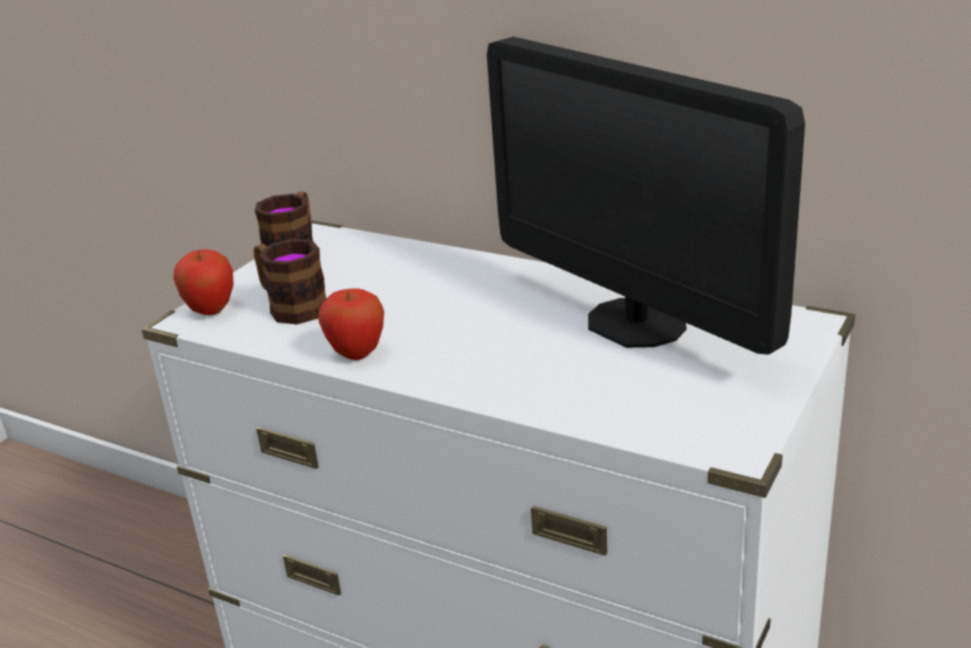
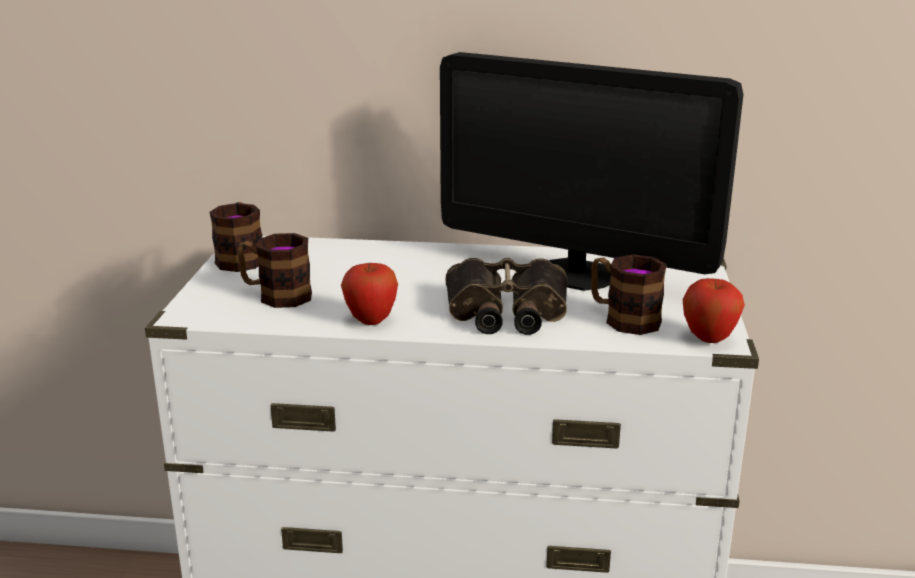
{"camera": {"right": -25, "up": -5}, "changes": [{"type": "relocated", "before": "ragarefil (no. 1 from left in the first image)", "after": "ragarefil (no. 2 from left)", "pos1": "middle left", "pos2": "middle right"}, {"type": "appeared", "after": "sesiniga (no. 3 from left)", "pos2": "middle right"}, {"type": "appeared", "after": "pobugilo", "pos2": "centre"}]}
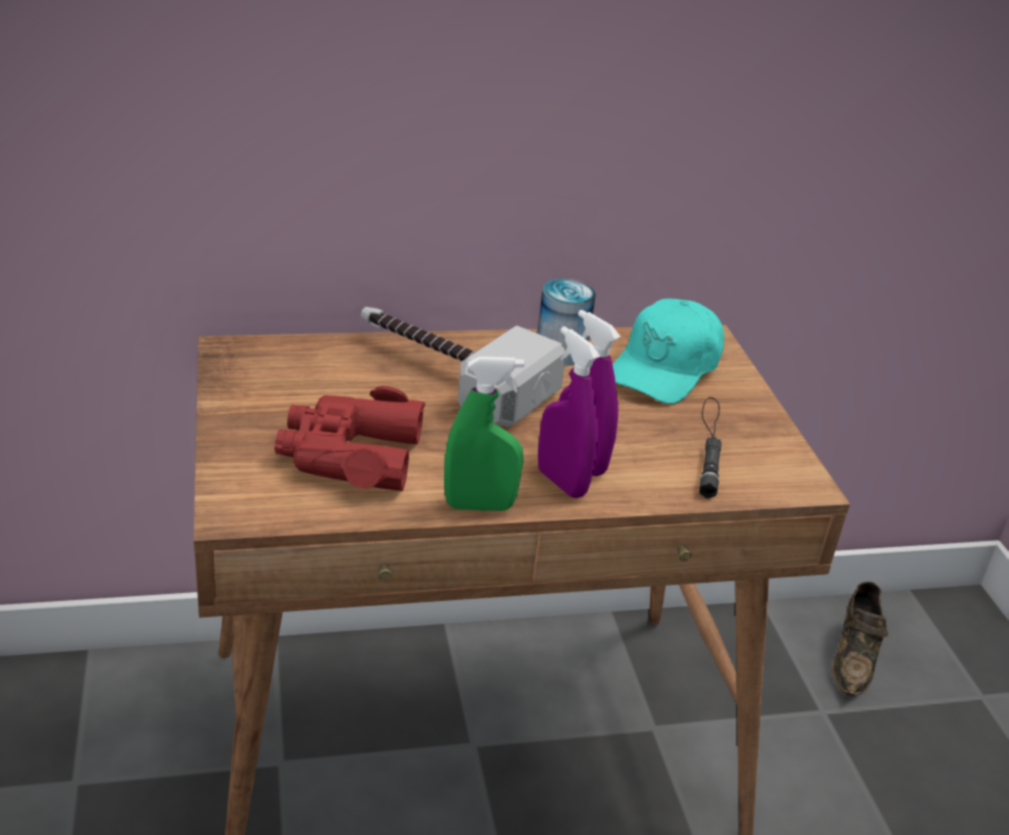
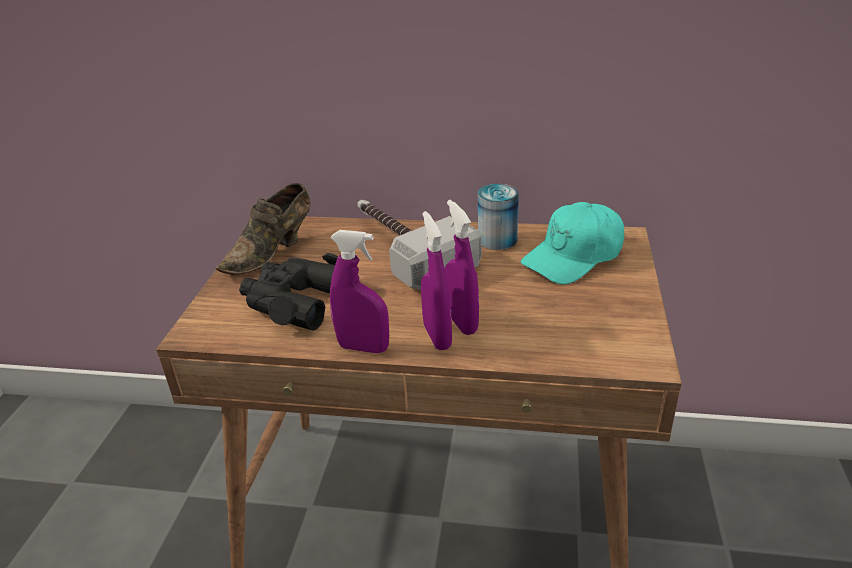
{"camera": {"right": 25, "up": 0}, "changes": [{"type": "colour", "before": "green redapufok", "after": "purple redapufok (no. 1 from left)", "pos1": "centre", "pos2": "centre"}, {"type": "colour", "before": "red pobugilo", "after": "black pobugilo", "pos1": "centre", "pos2": "centre"}, {"type": "missing", "before": "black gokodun", "pos1": "middle right"}, {"type": "relocated", "before": "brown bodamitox", "pos1": "bottom right", "pos2": "middle left"}]}
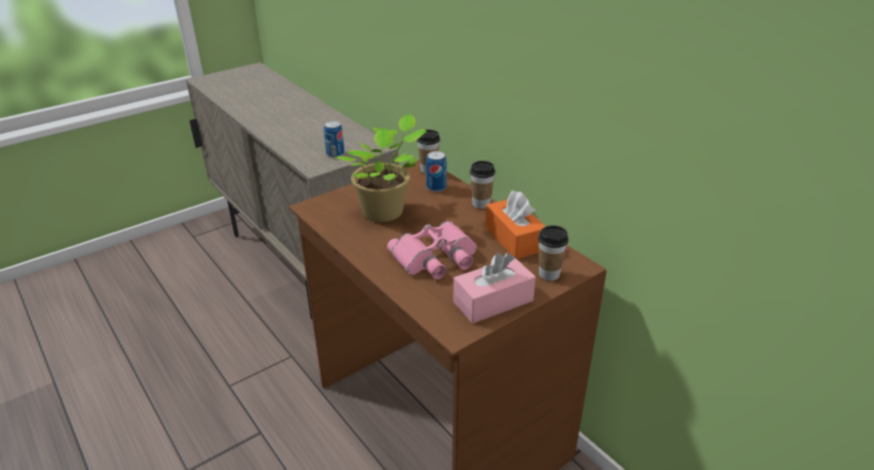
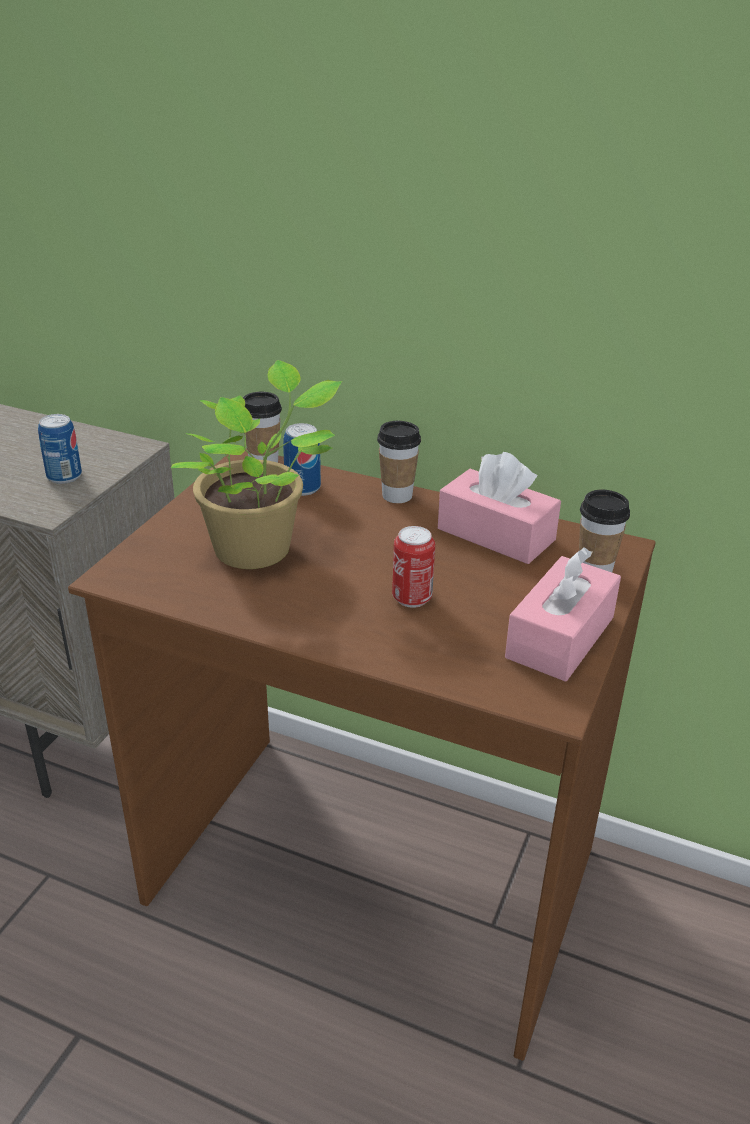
{"camera": {"right": -30, "up": 0}, "changes": [{"type": "colour", "before": "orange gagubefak", "after": "pink gagubefak (no. 1 from left)", "pos1": "centre", "pos2": "centre"}, {"type": "exchanged", "before": "pink pobugilo", "after": "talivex (no. 3 from left)", "pos1": "centre", "pos2": "centre"}]}
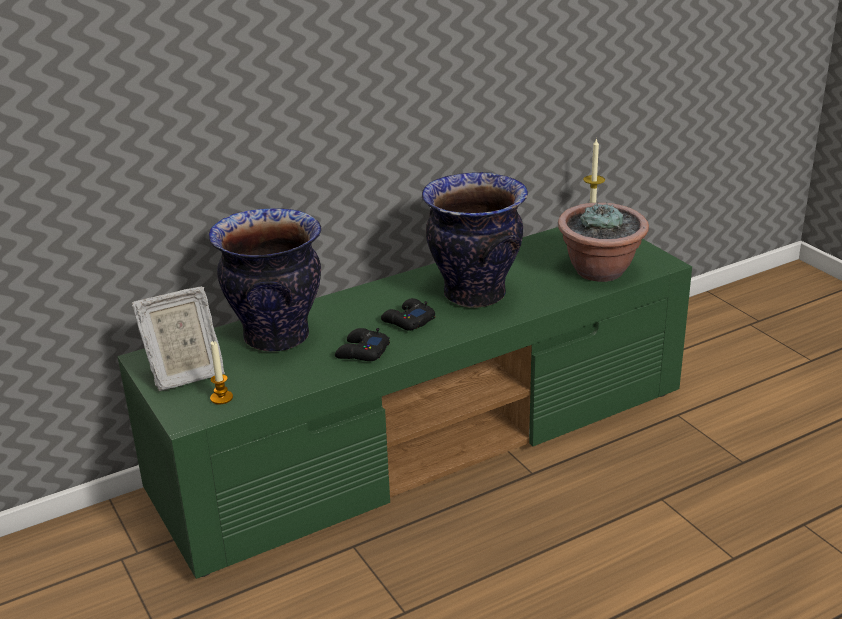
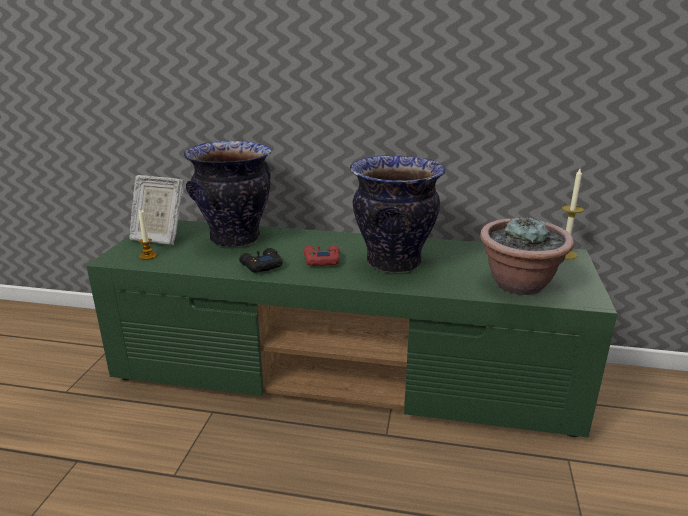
{"camera": {"right": 40, "up": -5}, "changes": [{"type": "colour", "before": "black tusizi (no. 2 from left)", "after": "red tusizi", "pos1": "centre", "pos2": "centre"}]}
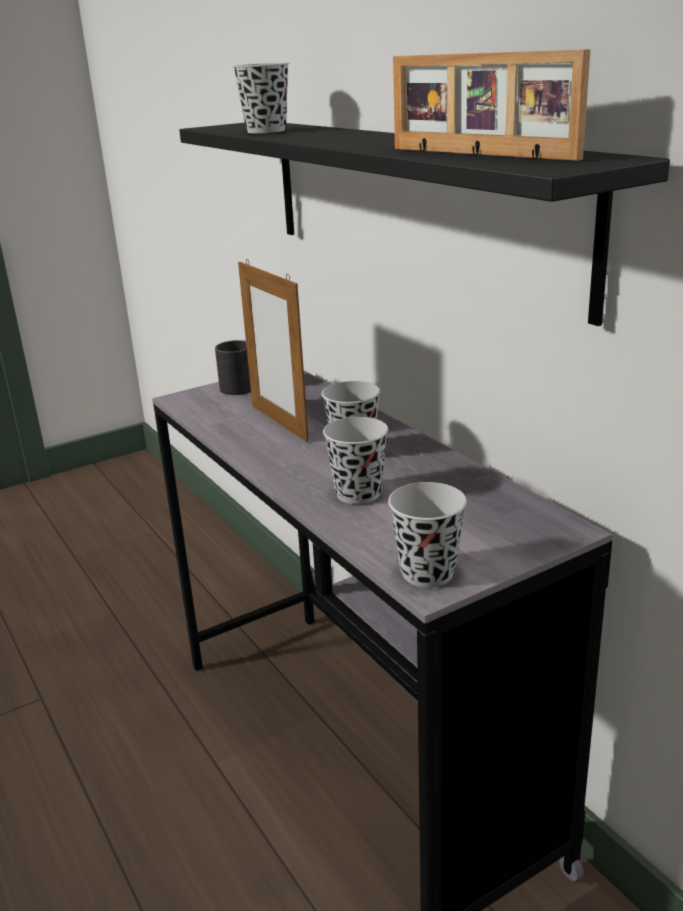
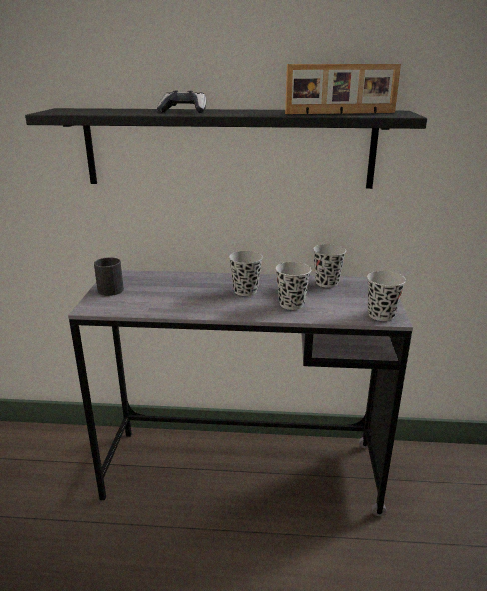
{"camera": {"right": -55, "up": 0}, "changes": [{"type": "relocated", "before": "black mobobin (no. 1 from left in the first image)", "after": "black mobobin (no. 3 from left)", "pos1": "top centre", "pos2": "middle right"}, {"type": "missing", "before": "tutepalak (no. 1 from left)", "pos1": "centre"}, {"type": "appeared", "after": "tusizi", "pos2": "top centre"}]}
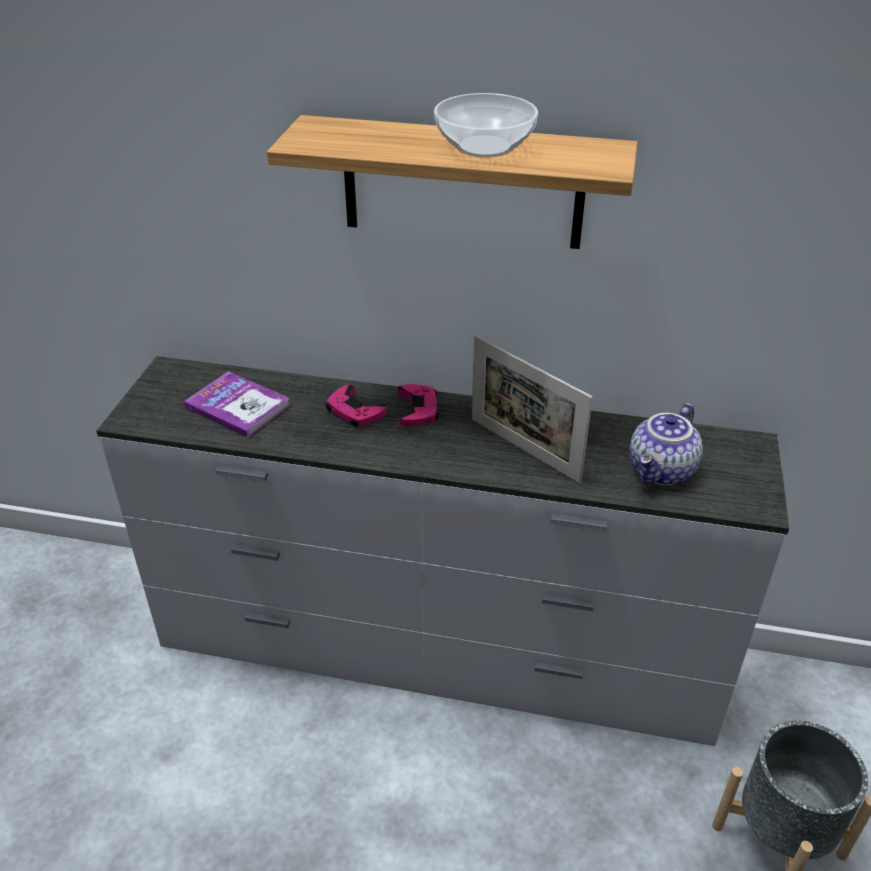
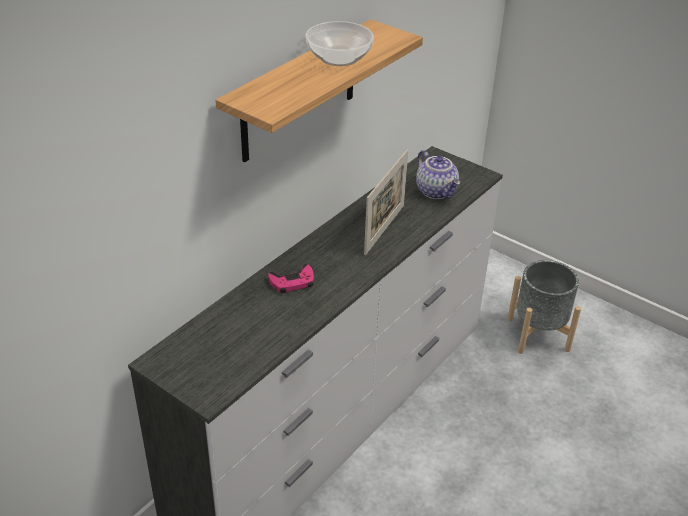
{"camera": {"right": -65, "up": 0}, "changes": [{"type": "spun", "before": "tutepalak", "pos1": "centre", "pos2": "centre", "turn": -45}, {"type": "missing", "before": "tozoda", "pos1": "middle left"}, {"type": "missing", "before": "pink tusizi (no. 2 from left)", "pos1": "centre"}]}
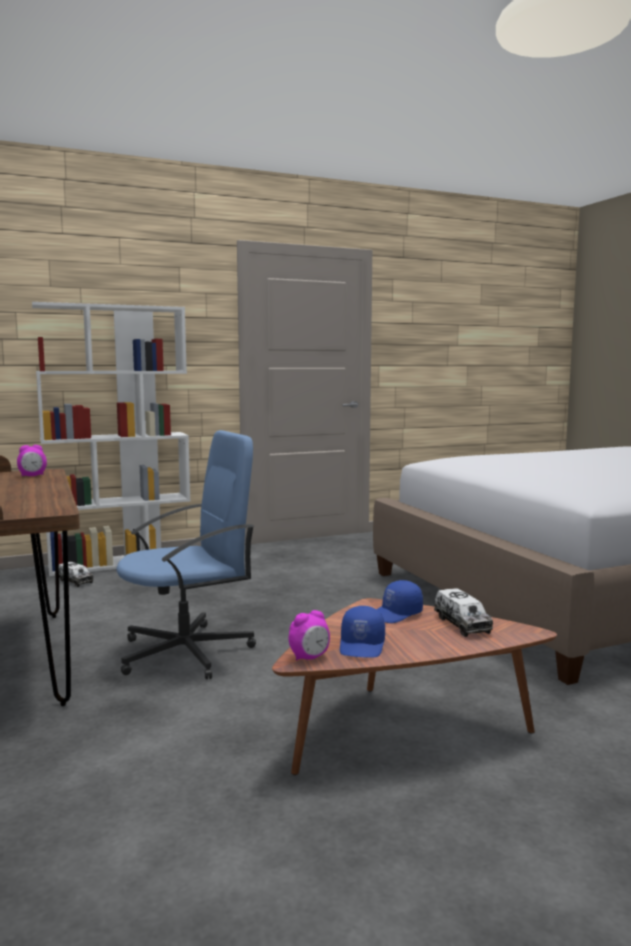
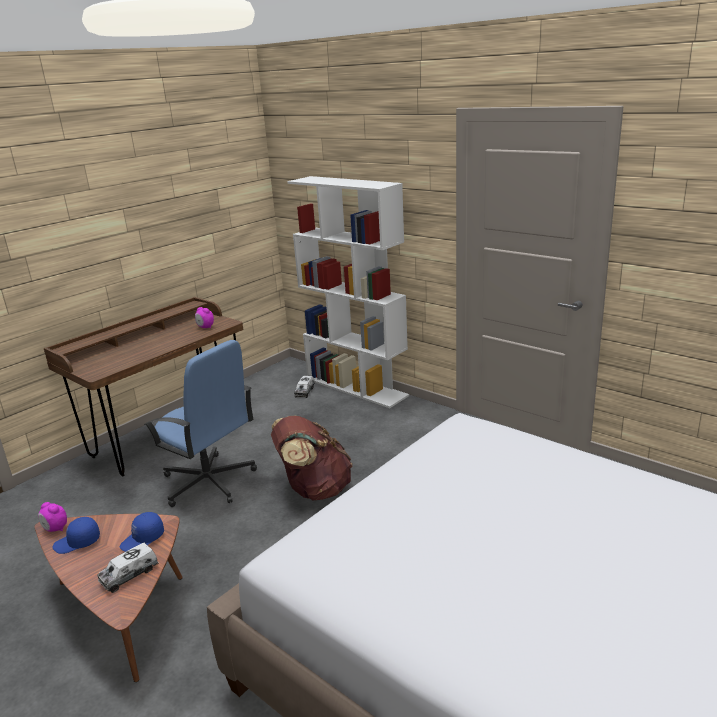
{"camera": {"right": 65, "up": 15}, "changes": [{"type": "spun", "before": "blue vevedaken (no. 2 from left)", "pos1": "centre", "pos2": "bottom left", "turn": -75}, {"type": "appeared", "after": "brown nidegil", "pos2": "centre"}]}
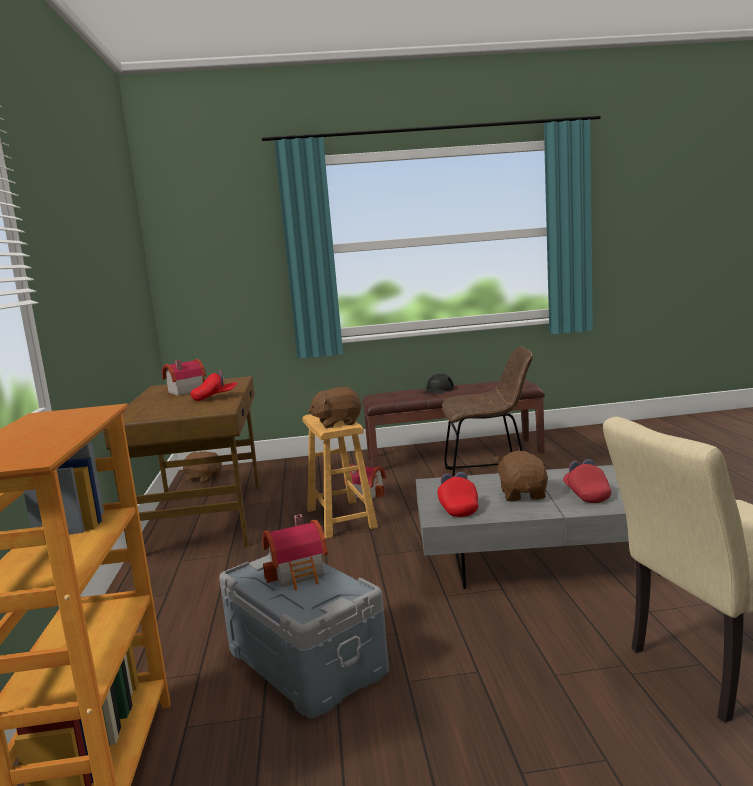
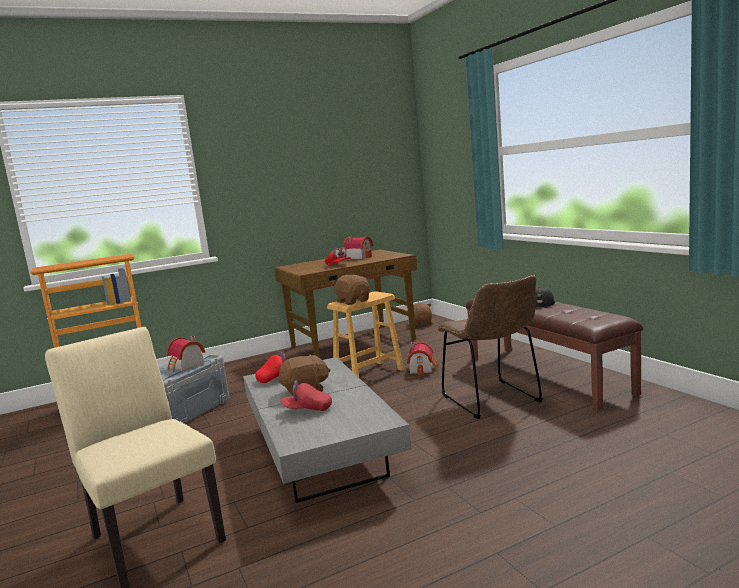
{"camera": {"right": 70, "up": 0}, "changes": [{"type": "spun", "before": "red vevedaken (no. 3 from left in the first image)", "pos1": "middle right", "pos2": "bottom centre", "turn": -150}]}
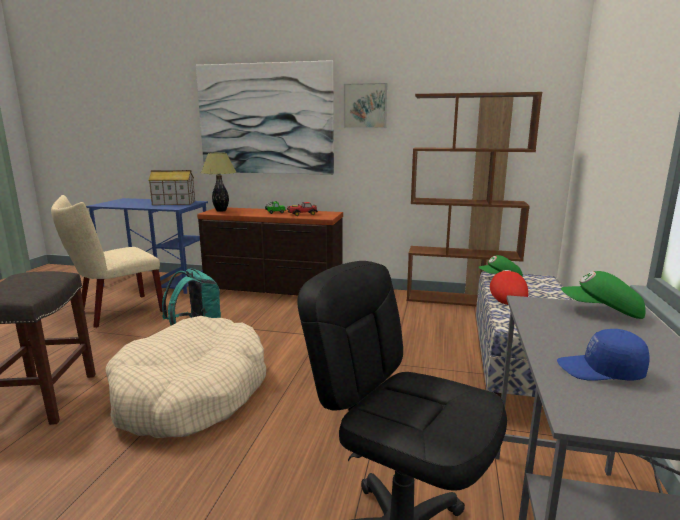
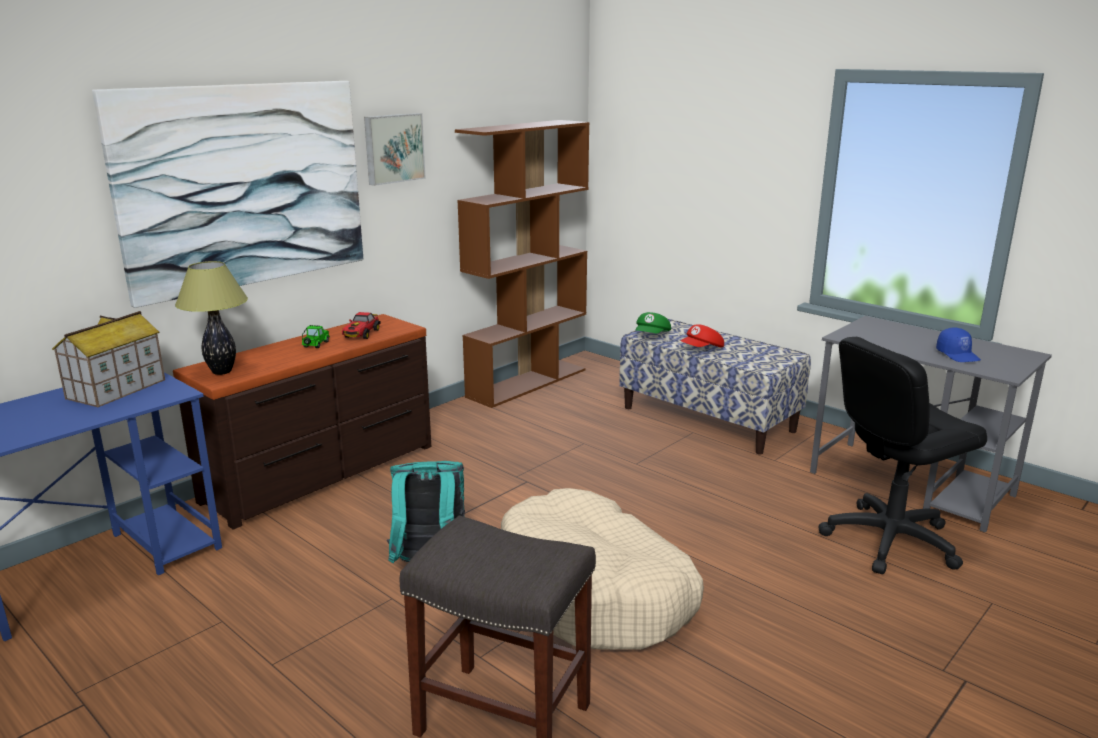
{"camera": {"right": -60, "up": 5}, "changes": [{"type": "missing", "before": "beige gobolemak", "pos1": "middle left"}, {"type": "spun", "before": "red vevedaken", "pos1": "middle right", "pos2": "centre", "turn": -75}, {"type": "missing", "before": "green vevedaken (no. 2 from left)", "pos1": "middle right"}, {"type": "spun", "before": "blue vevedaken", "pos1": "bottom right", "pos2": "middle right", "turn": -60}]}
